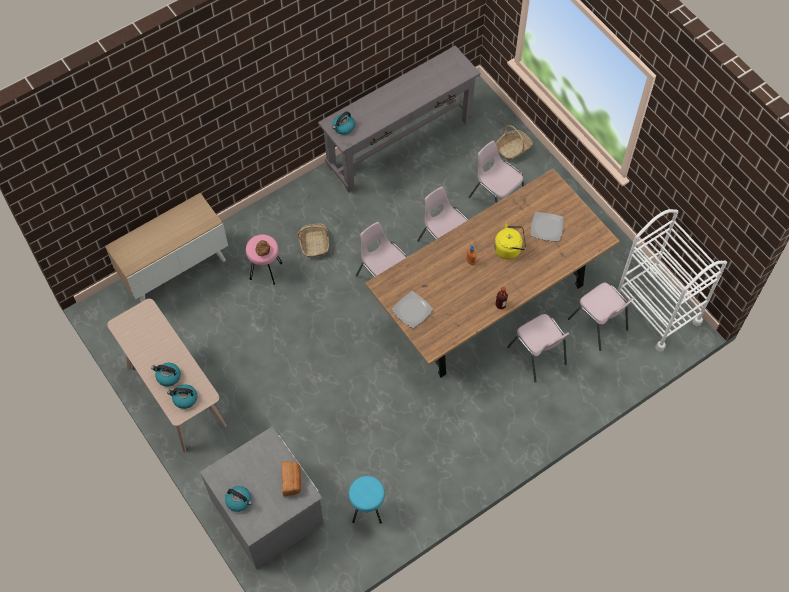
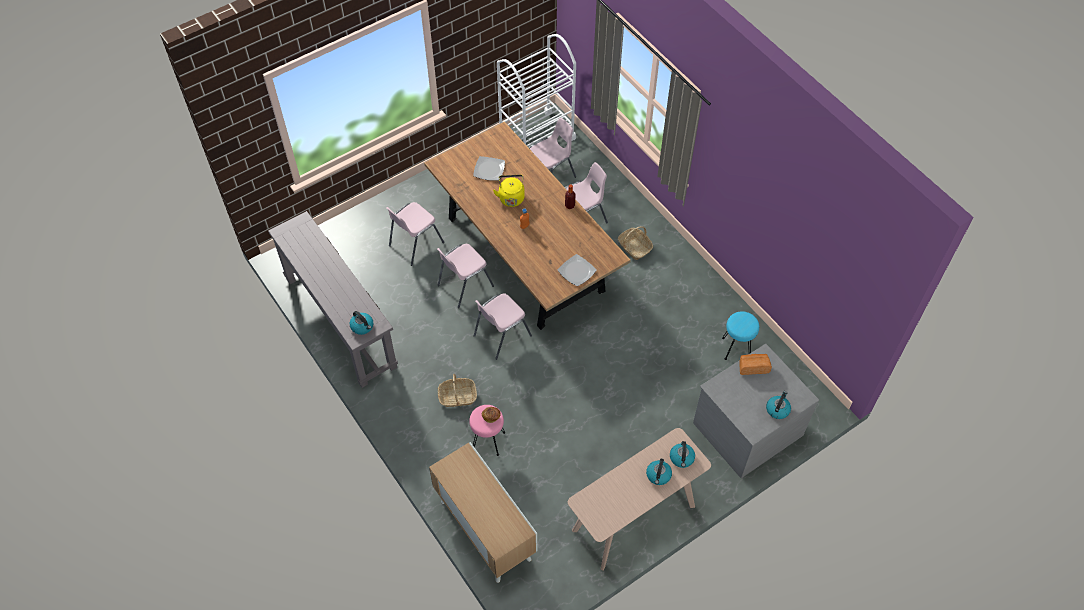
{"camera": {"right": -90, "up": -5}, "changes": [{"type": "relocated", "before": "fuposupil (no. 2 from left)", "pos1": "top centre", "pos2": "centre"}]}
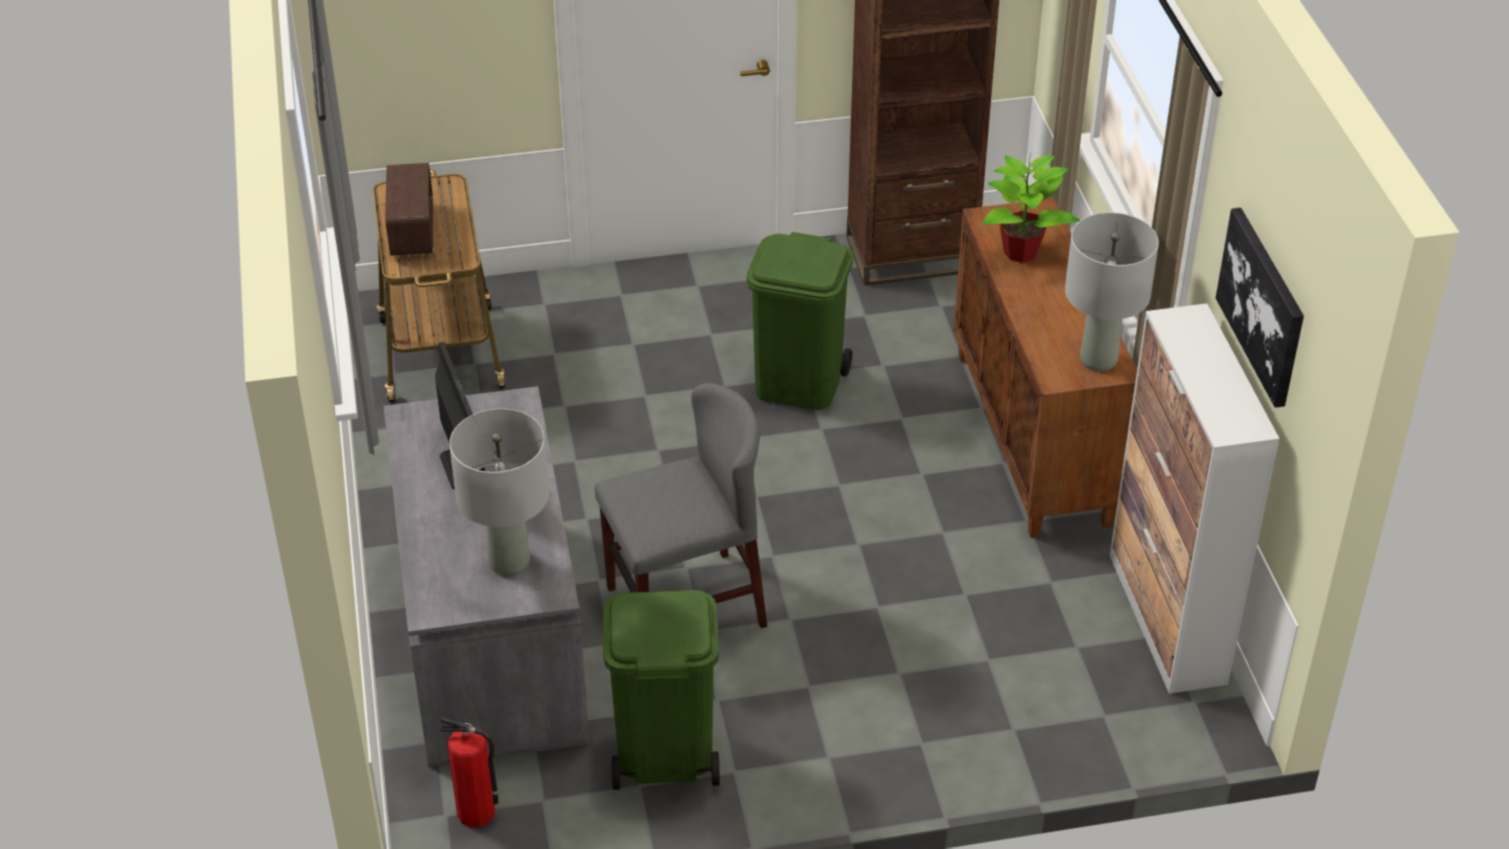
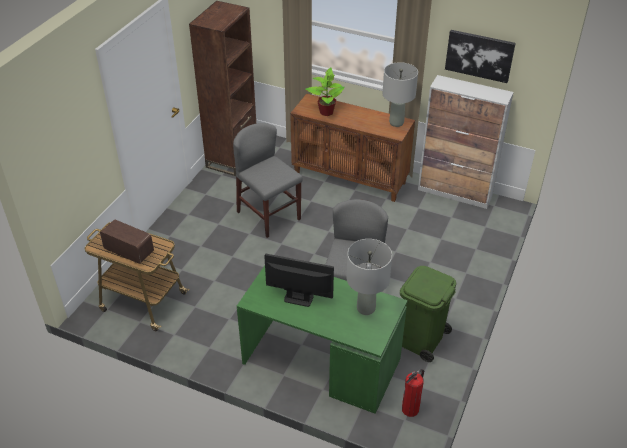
{"camera": {"right": -55, "up": 0}, "changes": [{"type": "exchanged", "before": "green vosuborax (no. 2 from left)", "after": "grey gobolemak (no. 1 from left)", "pos1": "centre", "pos2": "centre"}, {"type": "colour", "before": "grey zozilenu", "after": "green zozilenu", "pos1": "bottom left", "pos2": "bottom centre"}]}
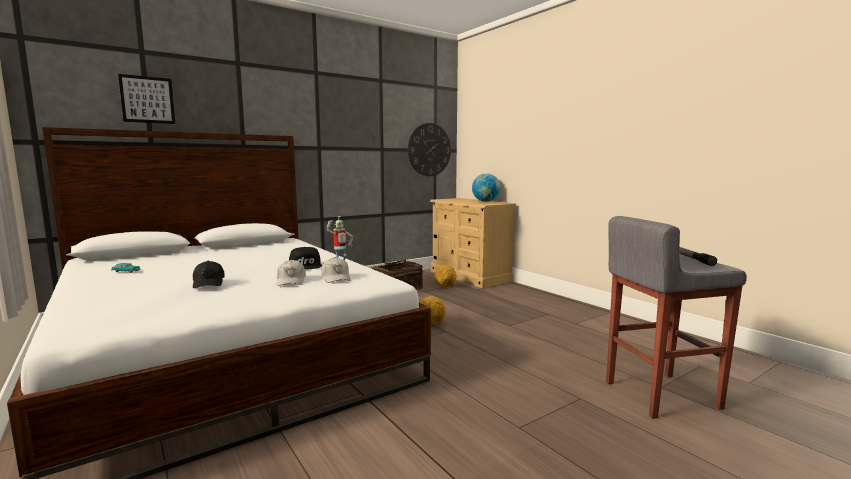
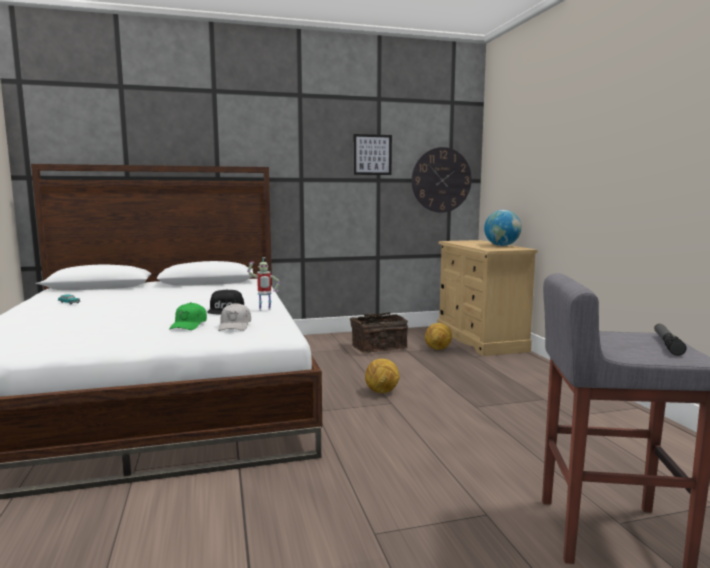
{"camera": {"right": 20, "up": 0}, "changes": [{"type": "relocated", "before": "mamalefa", "pos1": "top left", "pos2": "top centre"}, {"type": "colour", "before": "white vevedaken (no. 1 from left)", "after": "green vevedaken", "pos1": "centre", "pos2": "middle left"}, {"type": "missing", "before": "black vevedaken (no. 1 from left)", "pos1": "middle left"}]}
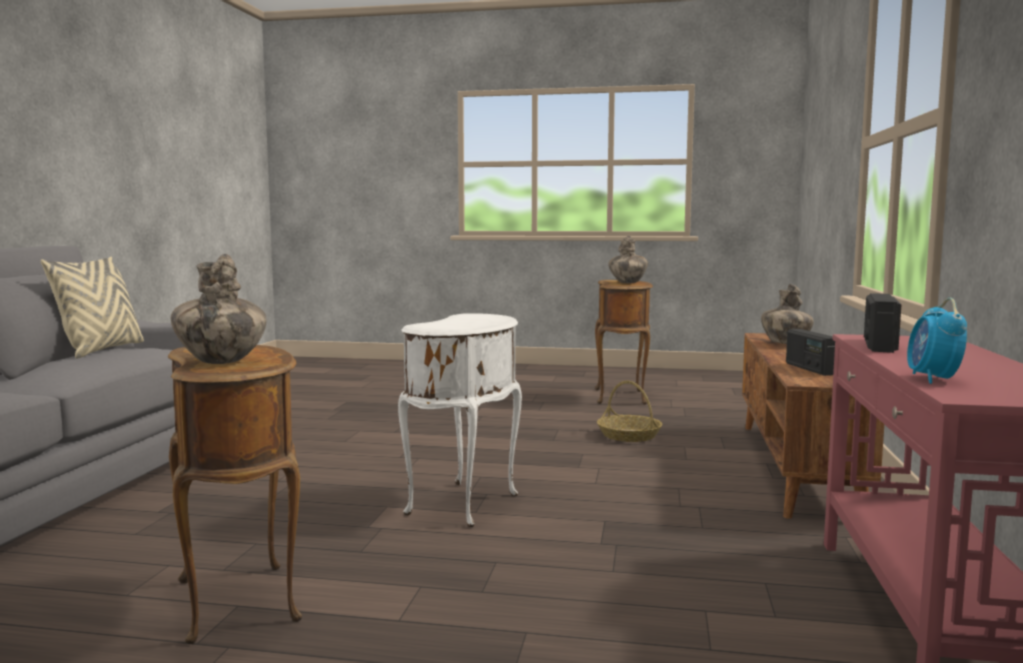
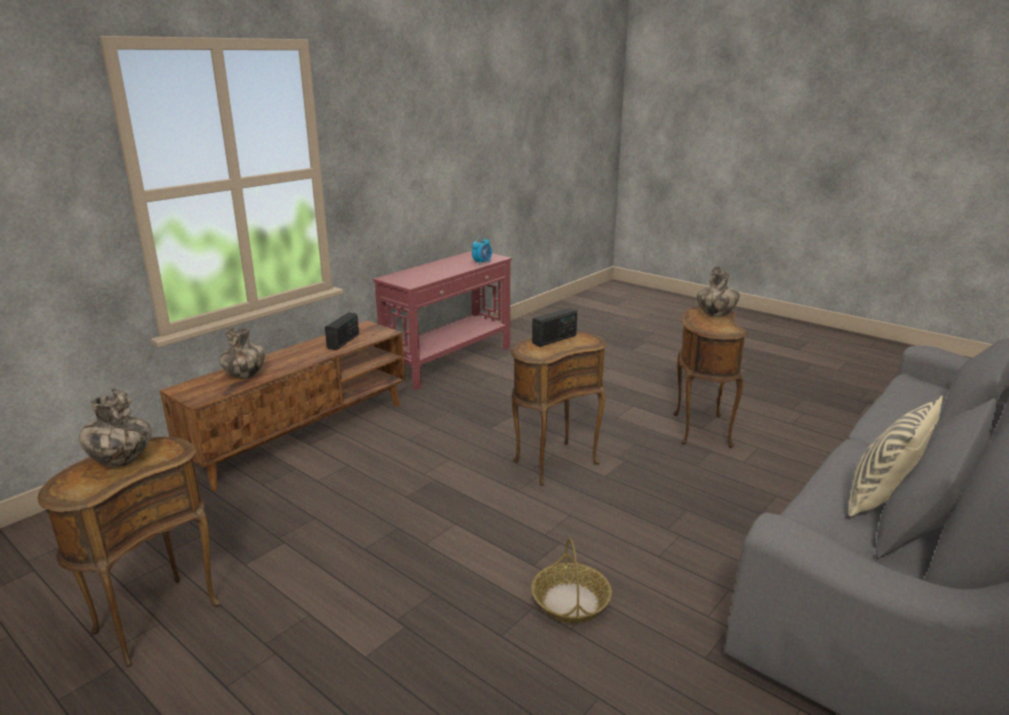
{"camera": {"right": -150, "up": 15}, "changes": [{"type": "relocated", "before": "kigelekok (no. 2 from left)", "pos1": "middle right", "pos2": "centre"}, {"type": "colour", "before": "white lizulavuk", "after": "brown lizulavuk (no. 2 from left)", "pos1": "centre", "pos2": "centre"}, {"type": "relocated", "before": "fuposupil", "pos1": "centre", "pos2": "bottom centre"}]}
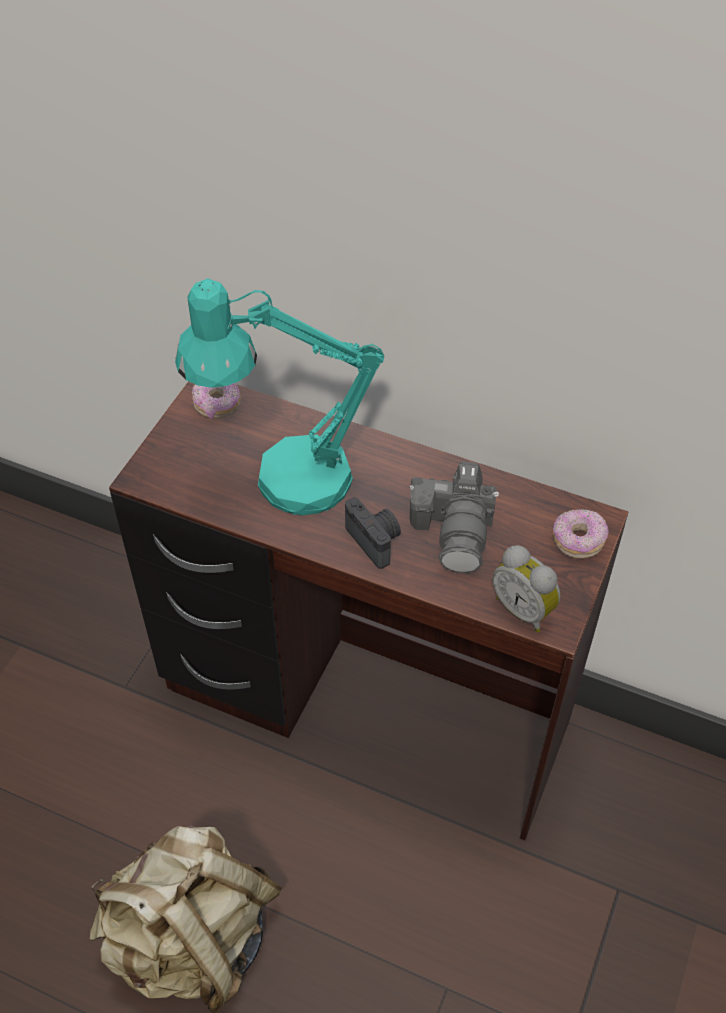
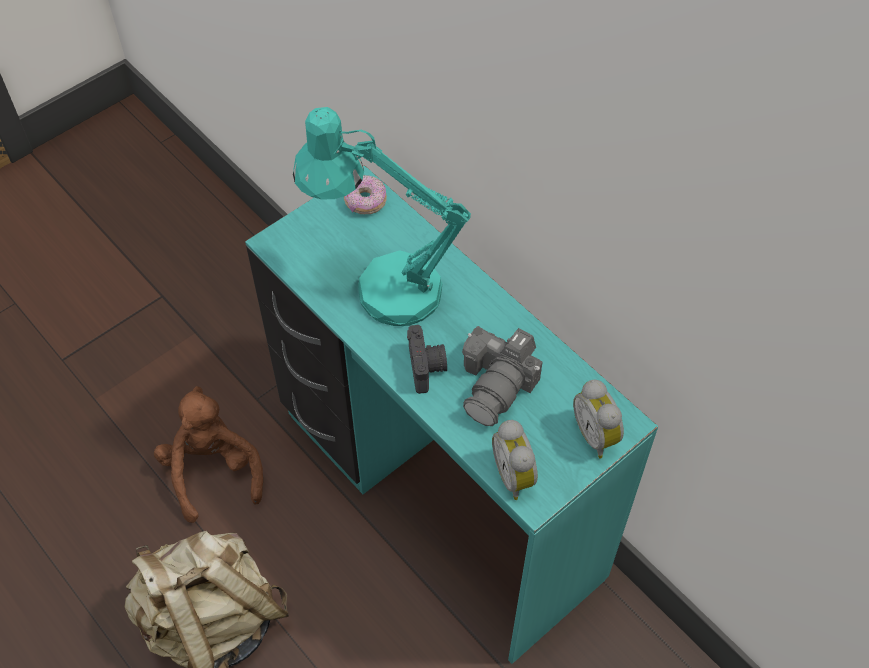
{"camera": {"right": 25, "up": 5}, "changes": [{"type": "colour", "before": "brown zozilenu", "after": "turquoise zozilenu", "pos1": "centre", "pos2": "centre"}, {"type": "exchanged", "before": "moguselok (no. 2 from left)", "after": "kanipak (no. 2 from left)", "pos1": "middle right", "pos2": "middle right"}, {"type": "appeared", "after": "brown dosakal", "pos2": "bottom left"}]}
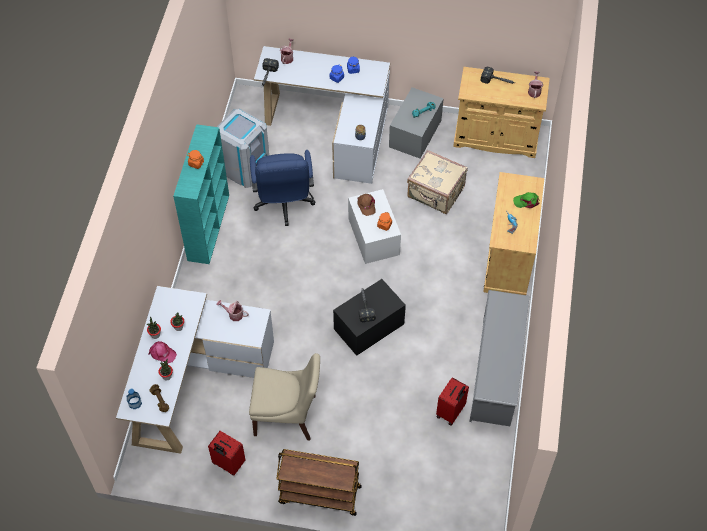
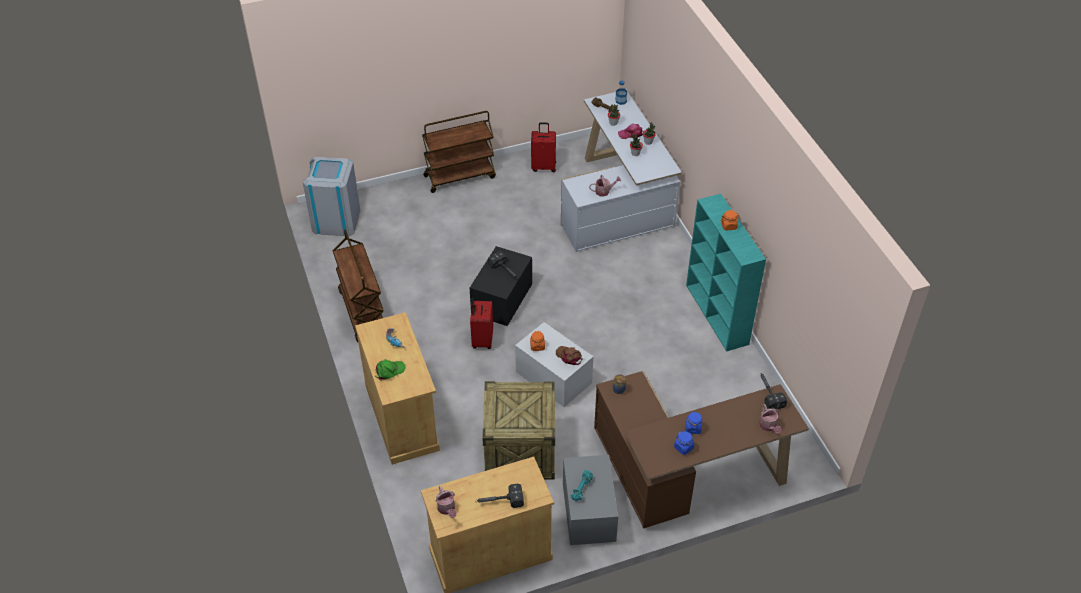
{"camera": {"right": 150, "up": -10}, "changes": [{"type": "colour", "before": "white zozilenu (no. 2 from left)", "after": "brown zozilenu", "pos1": "top centre", "pos2": "bottom centre"}, {"type": "relocated", "before": "grey vosuborax", "pos1": "top centre", "pos2": "top left"}, {"type": "missing", "before": "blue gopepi", "pos1": "centre"}, {"type": "exchanged", "before": "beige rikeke", "after": "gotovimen", "pos1": "centre", "pos2": "bottom centre"}, {"type": "exchanged", "before": "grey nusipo", "after": "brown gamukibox (no. 1 from left)", "pos1": "bottom right", "pos2": "middle left"}, {"type": "missing", "before": "beige gobolemak", "pos1": "bottom centre"}, {"type": "relocated", "before": "red rikeke (no. 2 from left in the first image)", "after": "red rikeke (no. 1 from left)", "pos1": "bottom centre", "pos2": "centre"}]}
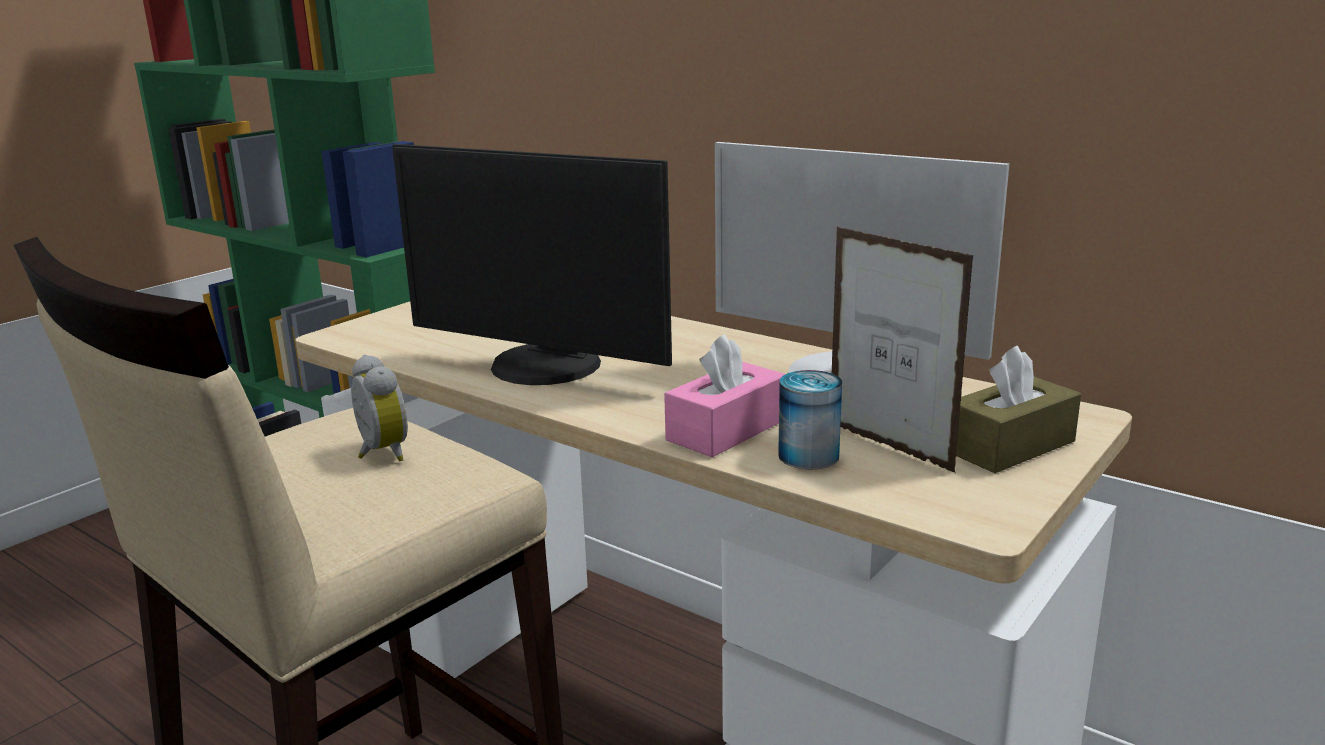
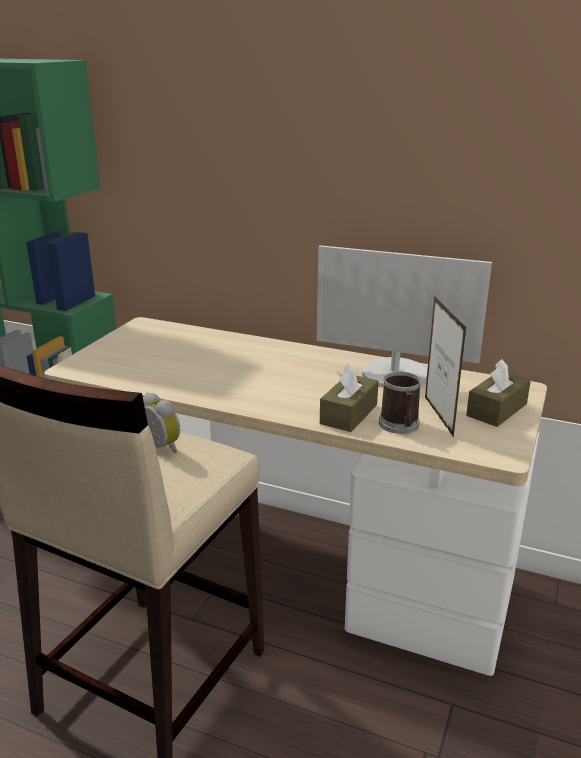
{"camera": {"right": -15, "up": 5}, "changes": [{"type": "missing", "before": "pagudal (no. 1 from left)", "pos1": "centre"}, {"type": "spun", "before": "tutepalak", "pos1": "middle right", "pos2": "middle right", "turn": 45}, {"type": "colour", "before": "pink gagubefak", "after": "brown gagubefak (no. 1 from left)", "pos1": "centre", "pos2": "centre"}, {"type": "exchanged", "before": "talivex", "after": "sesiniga", "pos1": "centre", "pos2": "middle right"}]}
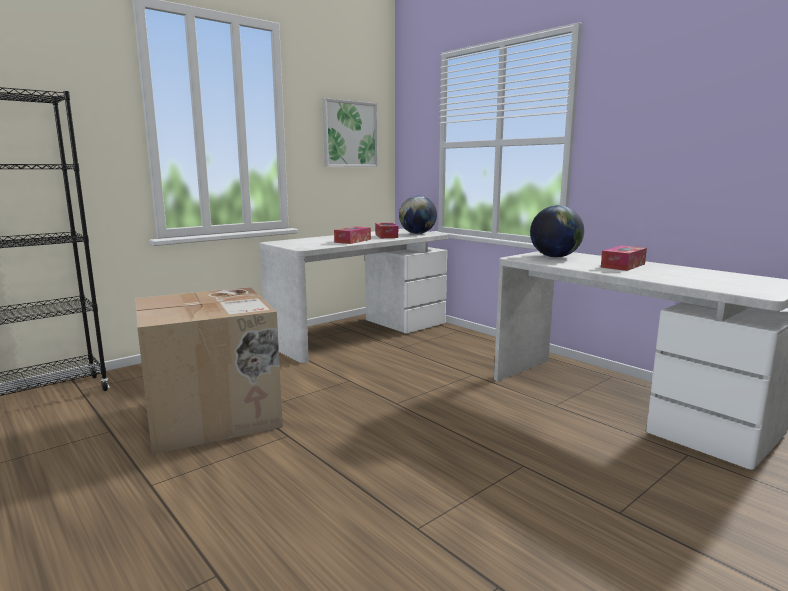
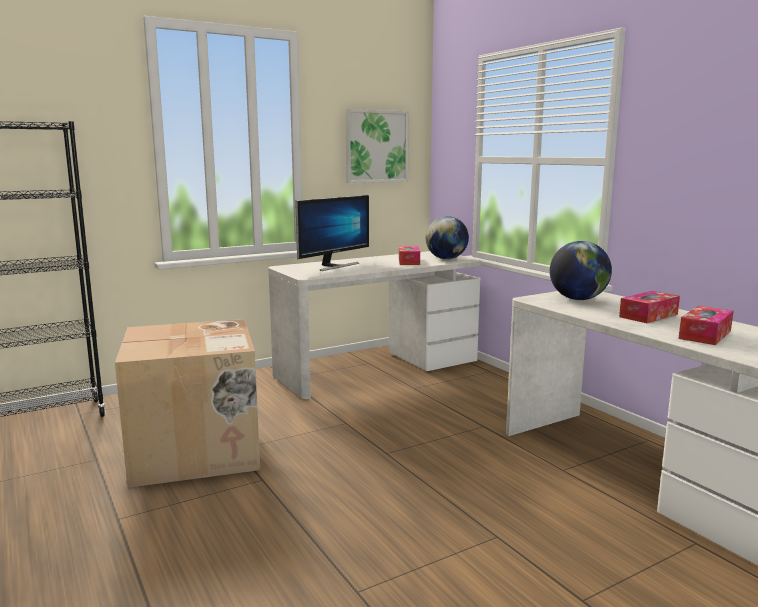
{"camera": {"right": 10, "up": 0}, "changes": [{"type": "relocated", "before": "gagubefak (no. 1 from left in the first image)", "after": "gagubefak (no. 3 from left)", "pos1": "centre", "pos2": "middle right"}, {"type": "appeared", "after": "pagudal", "pos2": "centre"}]}
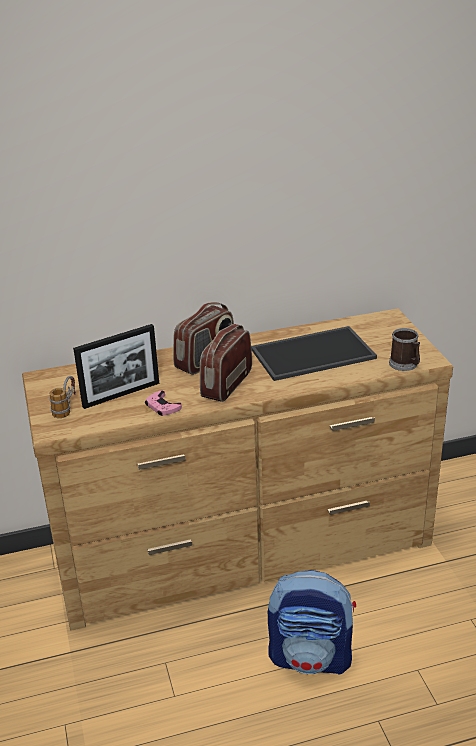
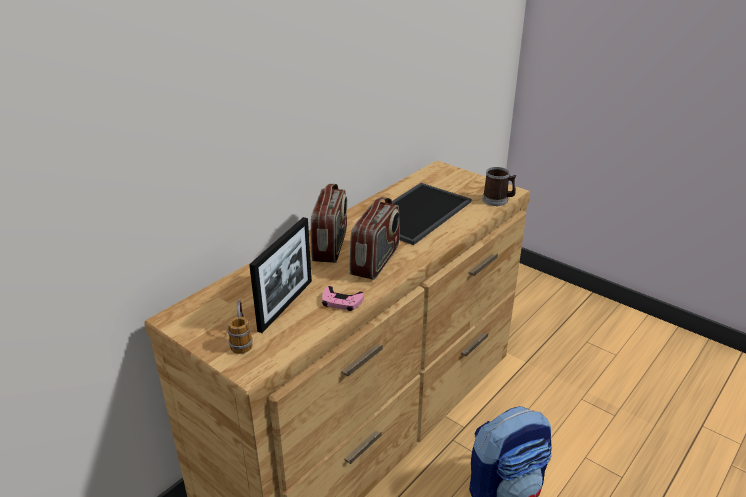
{"camera": {"right": -35, "up": 0}, "changes": [{"type": "spun", "before": "kigelekok (no. 2 from left)", "pos1": "centre", "pos2": "centre", "turn": -150}]}
